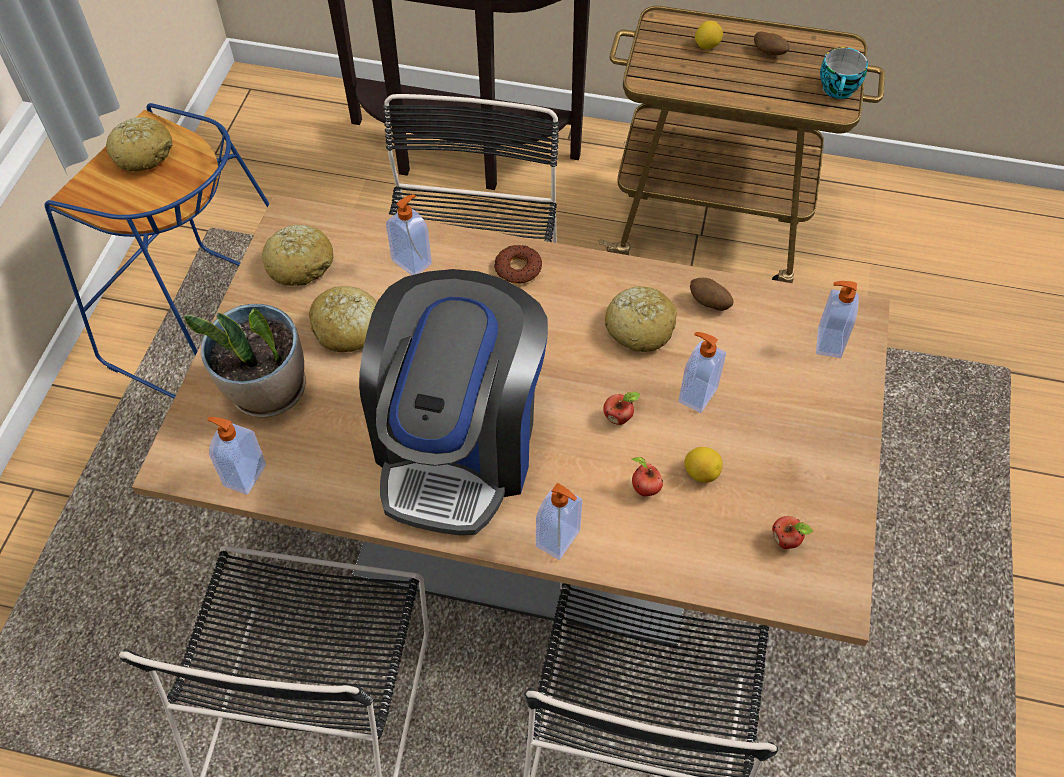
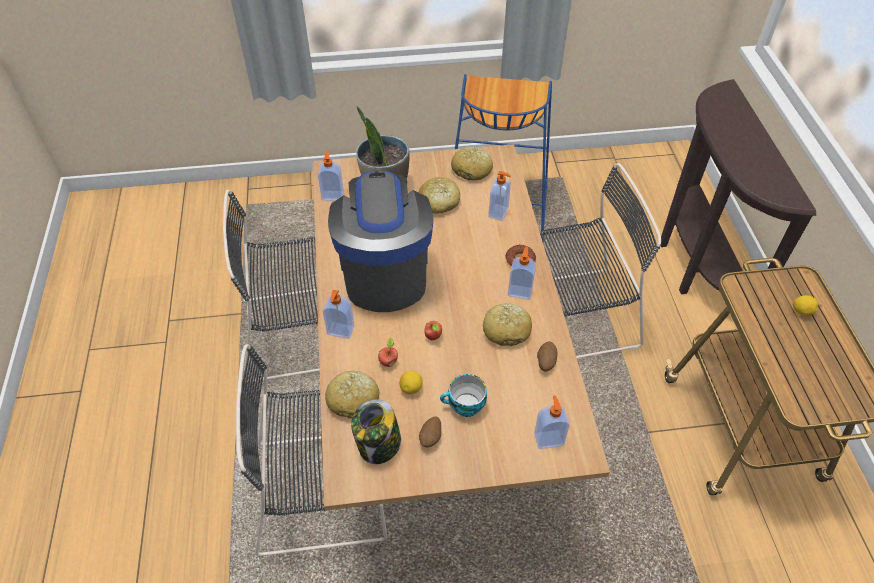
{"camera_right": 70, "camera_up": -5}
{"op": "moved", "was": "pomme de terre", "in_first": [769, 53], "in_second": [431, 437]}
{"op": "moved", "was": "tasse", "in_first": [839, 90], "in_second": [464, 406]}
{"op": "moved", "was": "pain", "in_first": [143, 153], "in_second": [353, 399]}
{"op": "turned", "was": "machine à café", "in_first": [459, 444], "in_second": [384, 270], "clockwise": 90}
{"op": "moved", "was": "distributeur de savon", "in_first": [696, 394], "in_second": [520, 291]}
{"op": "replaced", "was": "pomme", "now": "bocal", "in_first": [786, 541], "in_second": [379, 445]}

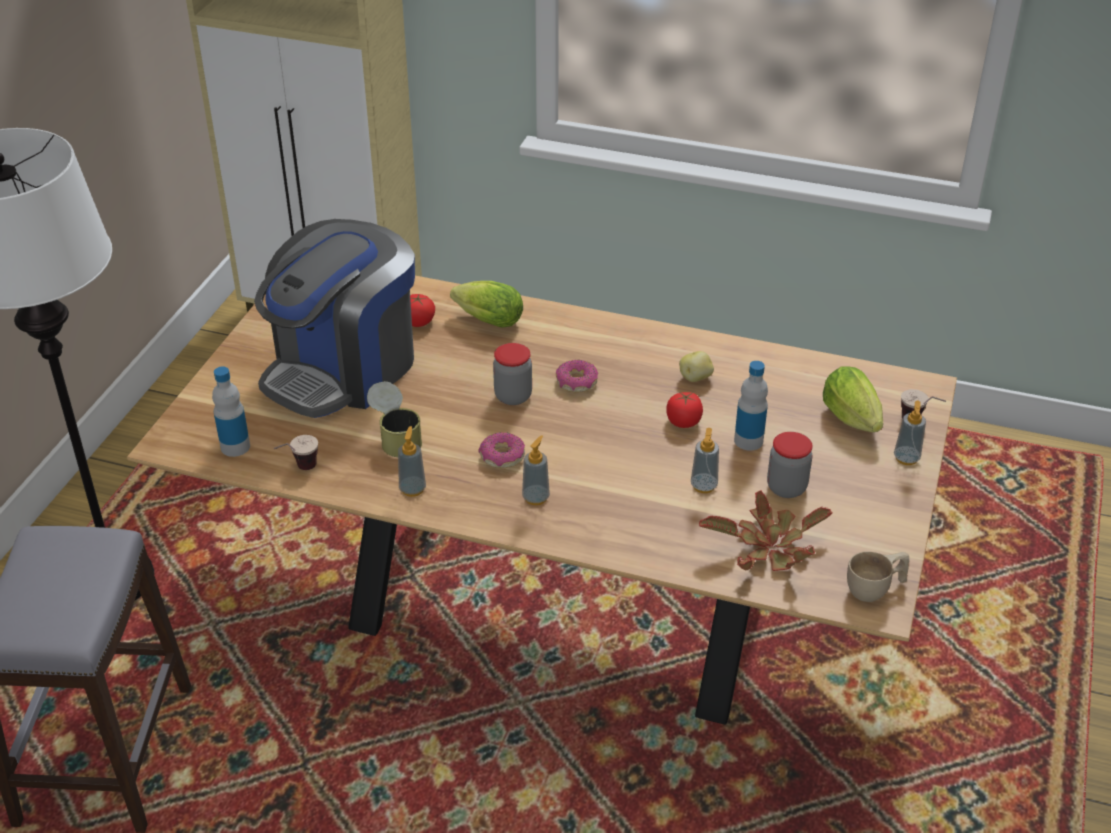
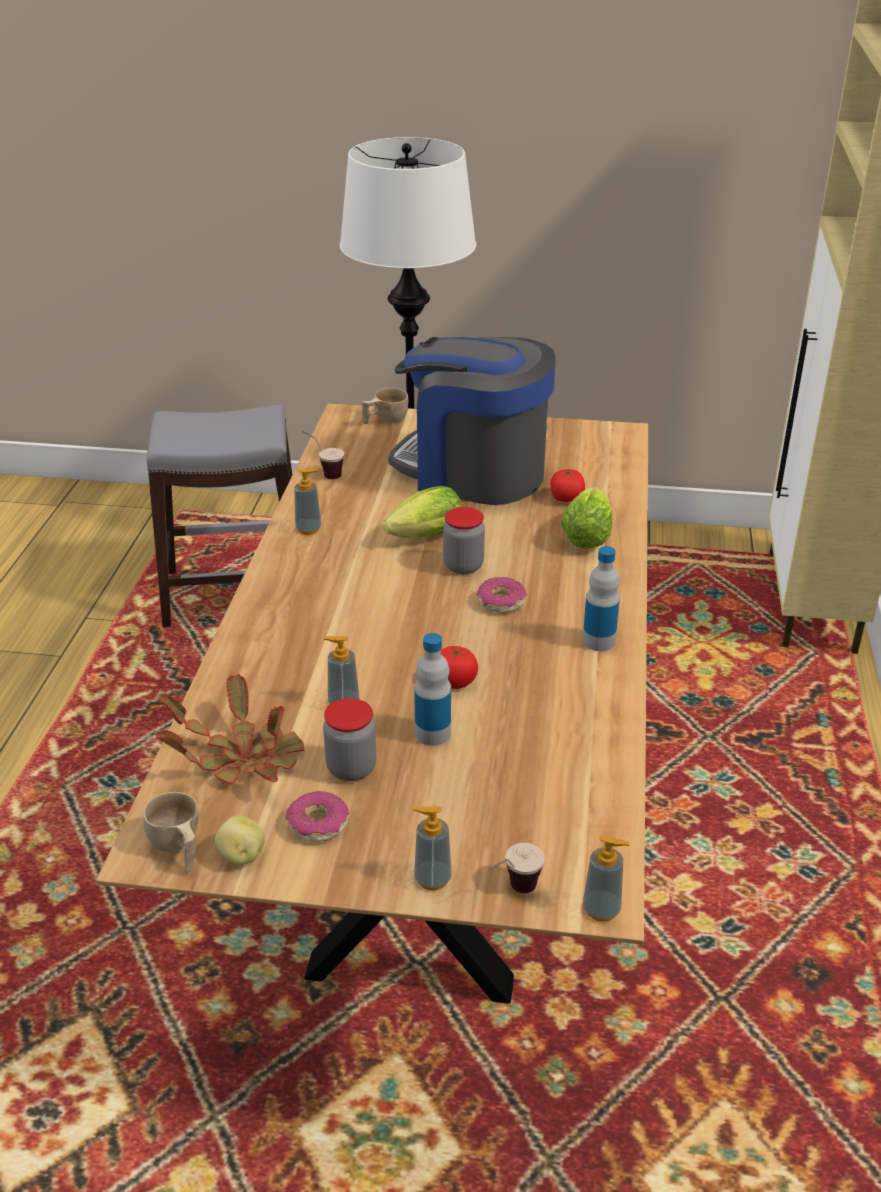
{"camera_right": 80, "camera_up": -5}
{"op": "moved", "was": "pomme de terre", "in_first": [696, 377], "in_second": [241, 855]}
{"op": "moved", "was": "bouteille", "in_first": [235, 447], "in_second": [598, 641]}
{"op": "moved", "was": "laitue", "in_first": [854, 422], "in_second": [422, 538]}
{"op": "removed", "was": "boîte métallique", "in_first": [396, 437]}
{"op": "moved", "was": "beignet", "in_first": [502, 456], "in_second": [318, 824]}
{"op": "moved", "was": "distributeur de savon", "in_first": [536, 497], "in_second": [601, 909]}
{"op": "added", "now": "tasse (beige)", "in_second": [384, 420]}

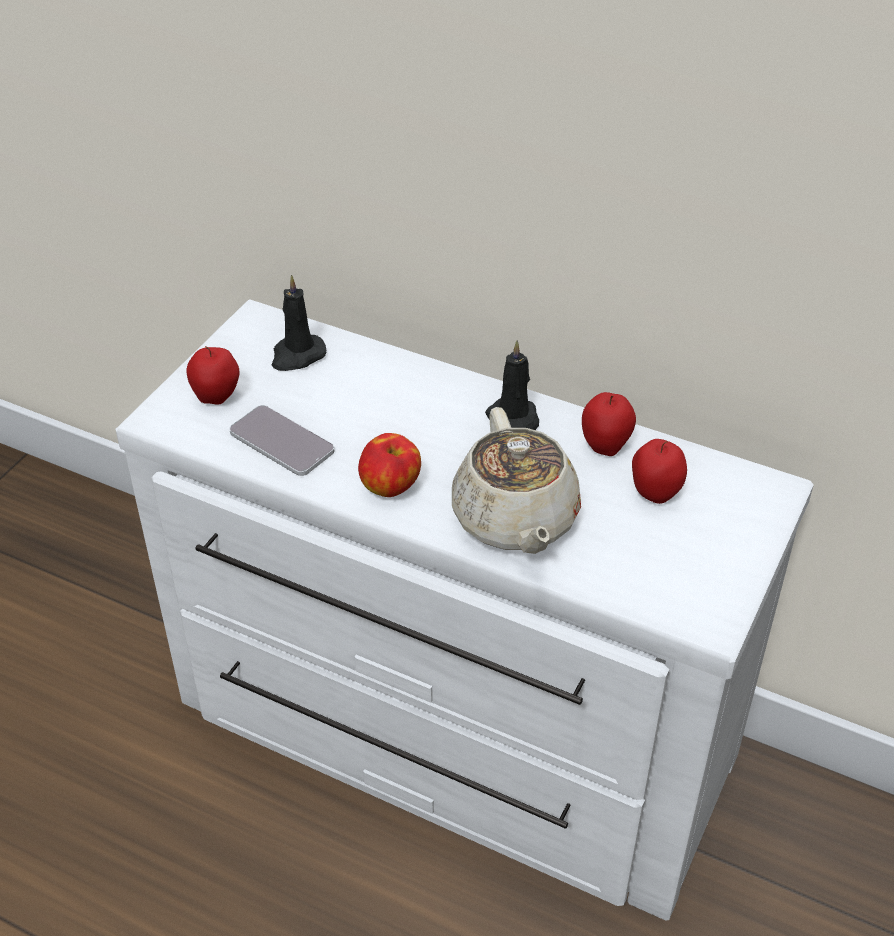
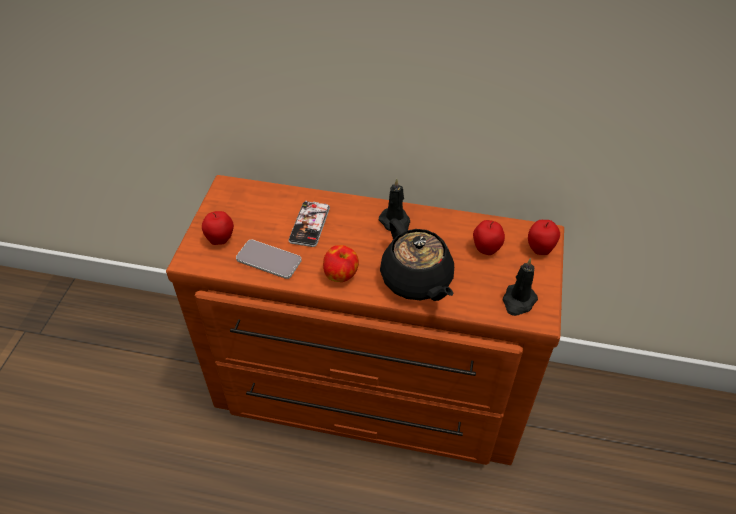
{"camera_right": -15, "camera_up": 5}
{"op": "moved", "was": "bougie (noir)", "in_first": [297, 356], "in_second": [518, 301]}
{"op": "recoloured", "was": "commode (blanc)", "now": "commode (marron)", "in_first": [448, 738], "in_second": [368, 393]}
{"op": "moved", "was": "pomme", "in_first": [605, 446], "in_second": [540, 249]}
{"op": "recoloured", "was": "théière (beige)", "now": "théière (noir)", "in_first": [515, 520], "in_second": [417, 281]}
{"op": "added", "now": "téléphone", "in_second": [309, 224]}

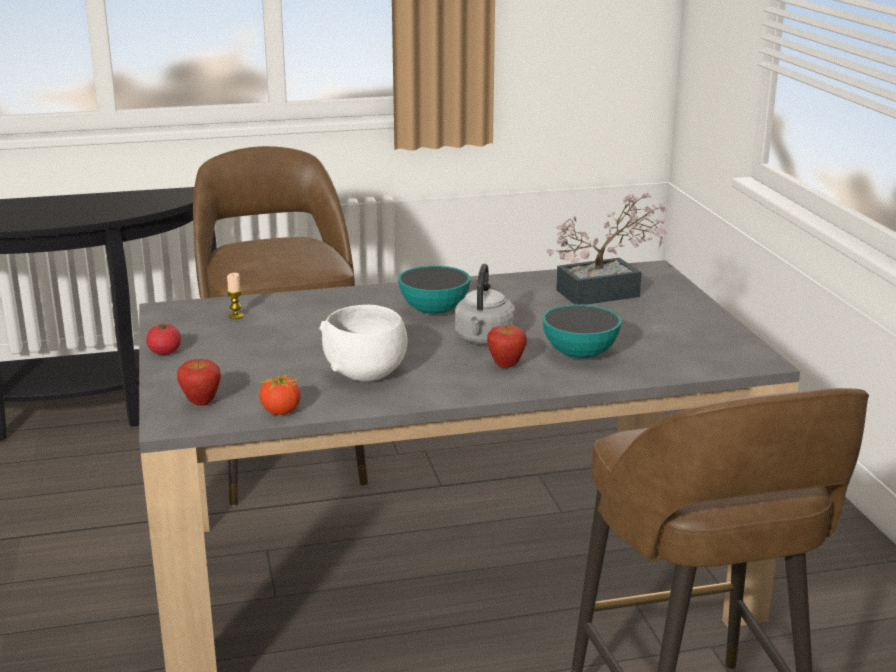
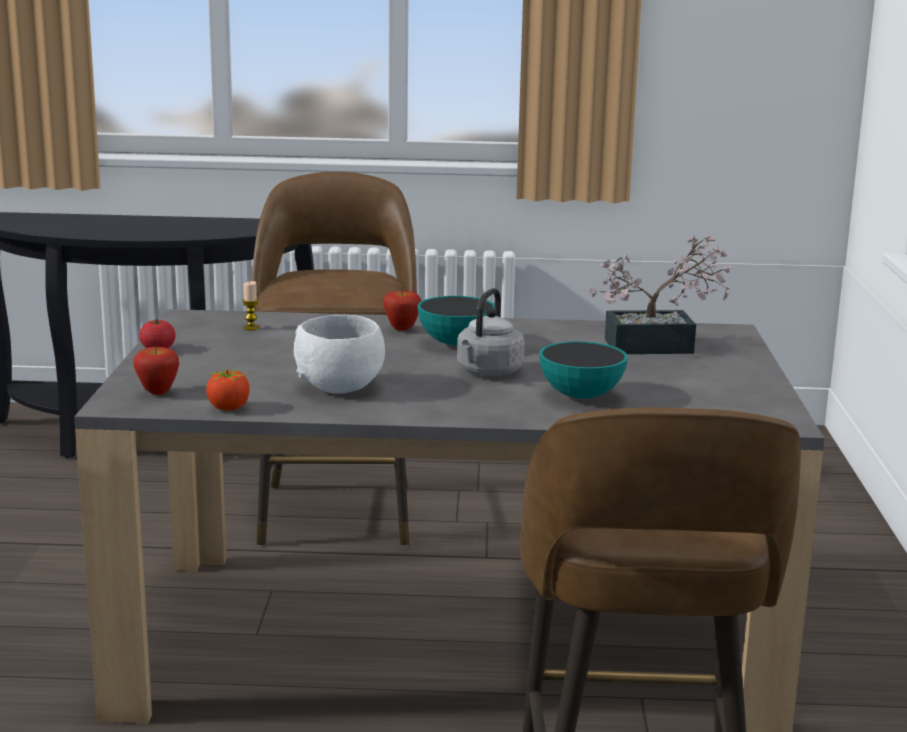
{"camera_right": 15, "camera_up": -5}
{"op": "moved", "was": "pomme", "in_first": [506, 366], "in_second": [402, 329]}

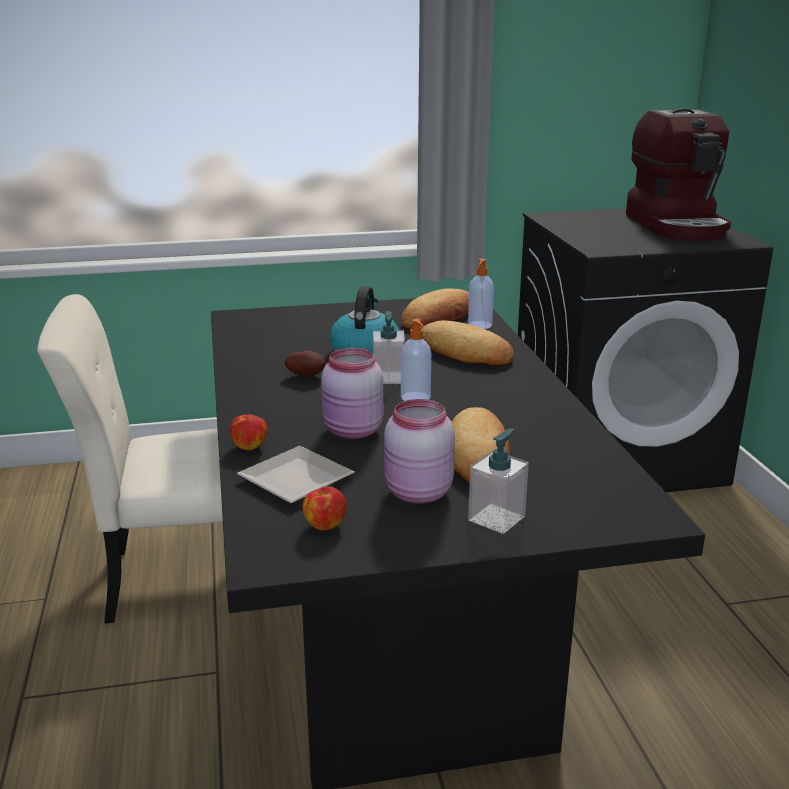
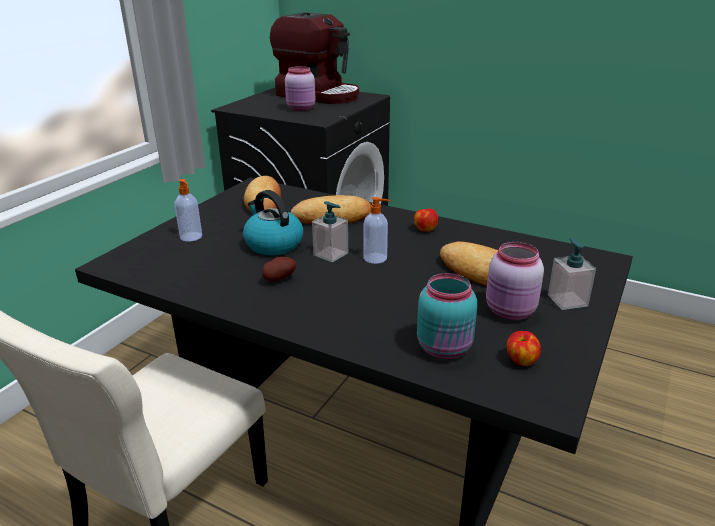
{"camera_right": -50, "camera_up": 5}
{"op": "moved", "was": "distributeur de savon", "in_first": [479, 325], "in_second": [191, 237]}
{"op": "moved", "was": "bocal (rose)", "in_first": [352, 431], "in_second": [301, 109]}
{"op": "moved", "was": "pomme", "in_first": [250, 446], "in_second": [425, 229]}
{"op": "replaced", "was": "assiette", "now": "bocal (turquoise)", "in_first": [295, 482], "in_second": [445, 348]}

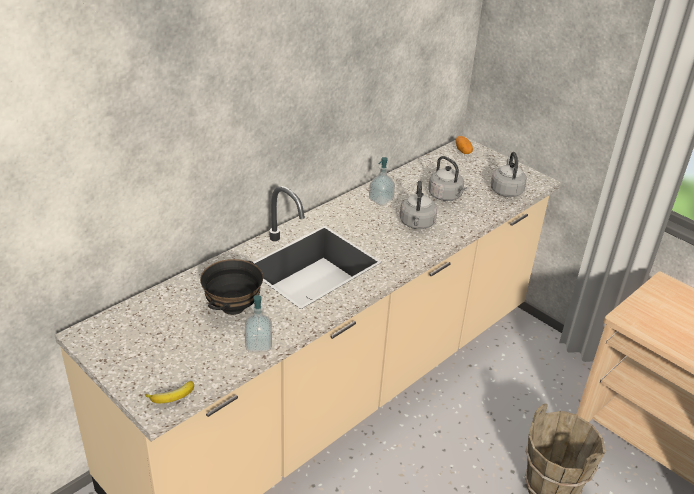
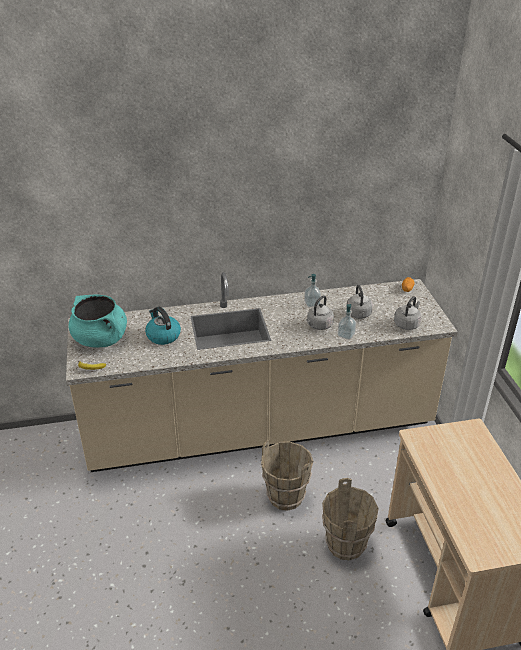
{"camera_right": 35, "camera_up": 0}
{"op": "replaced", "was": "bol (noir)", "now": "bouilloire", "in_first": [233, 307], "in_second": [163, 336]}
{"op": "moved", "was": "distributeur de savon", "in_first": [258, 344], "in_second": [346, 335]}
{"op": "added", "now": "marmite (turquoise)", "in_second": [101, 339]}
{"op": "added", "now": "seau (marron)", "in_second": [286, 496]}

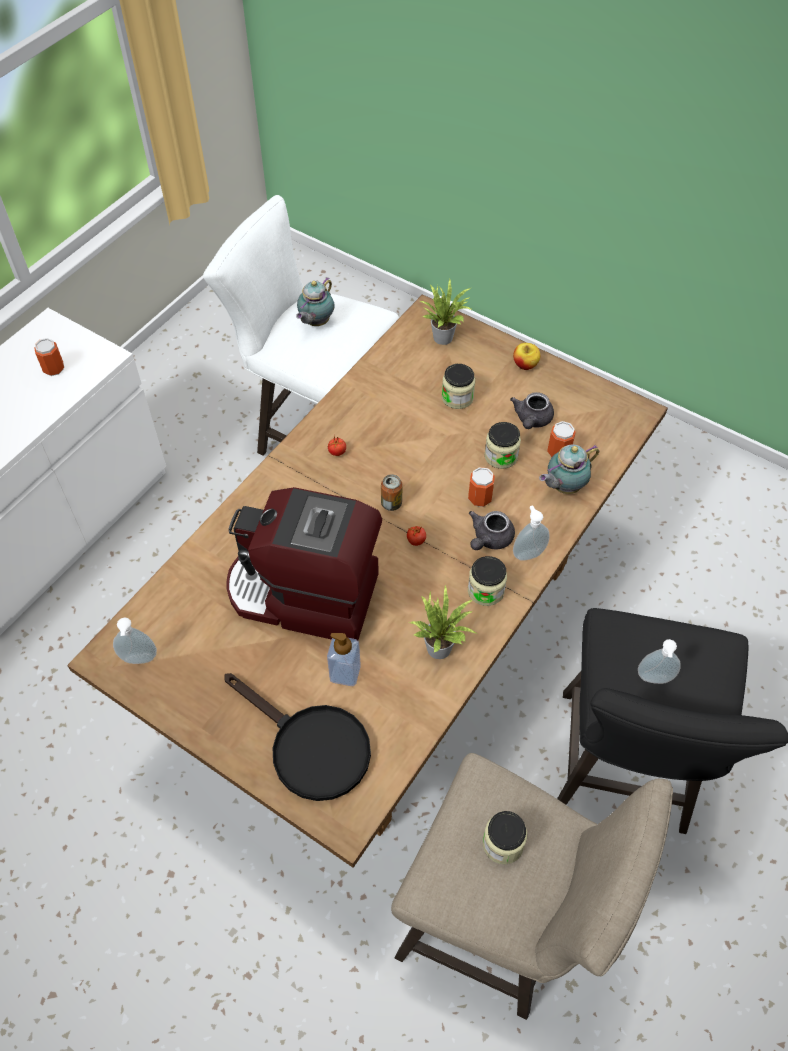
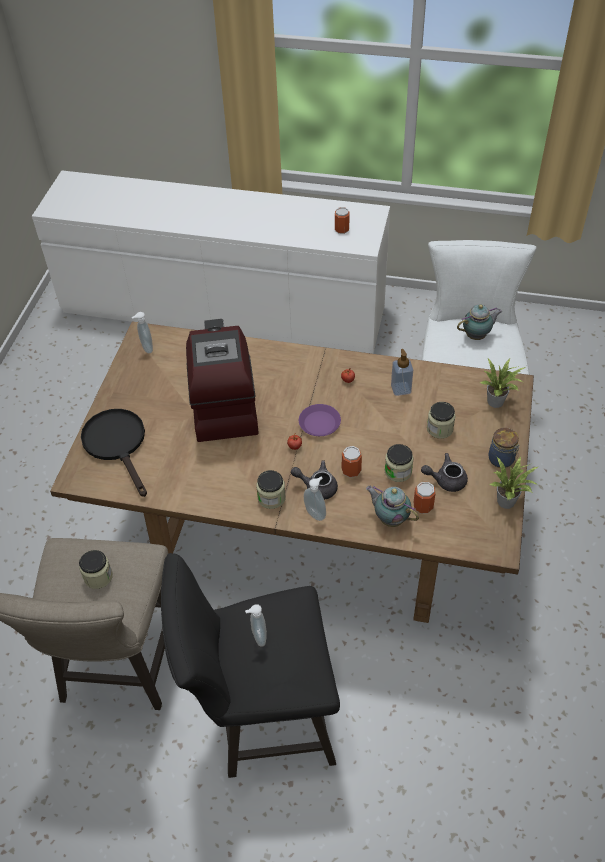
{"camera_right": 70, "camera_up": -5}
{"op": "turned", "was": "théière", "in_first": [315, 322], "in_second": [477, 336], "clockwise": 150}
{"op": "replaced", "was": "pomme", "now": "bocal", "in_first": [525, 364], "in_second": [502, 460]}
{"op": "replaced", "was": "boîte métallique", "now": "assiette (violet)", "in_first": [391, 503], "in_second": [319, 423]}
{"op": "moved", "was": "plante en pot", "in_first": [440, 645], "in_second": [508, 501]}
{"op": "moved", "was": "distributeur de savon", "in_first": [345, 673], "in_second": [401, 389]}
{"op": "turned", "was": "poêle (noir)", "in_first": [309, 746], "in_second": [118, 444], "clockwise": 135}

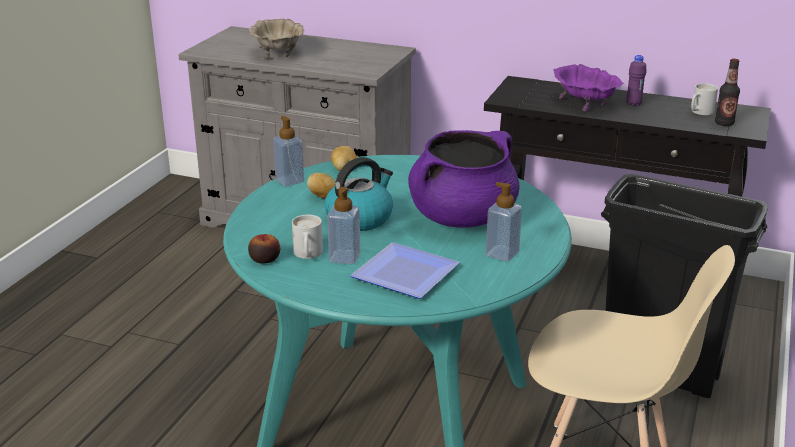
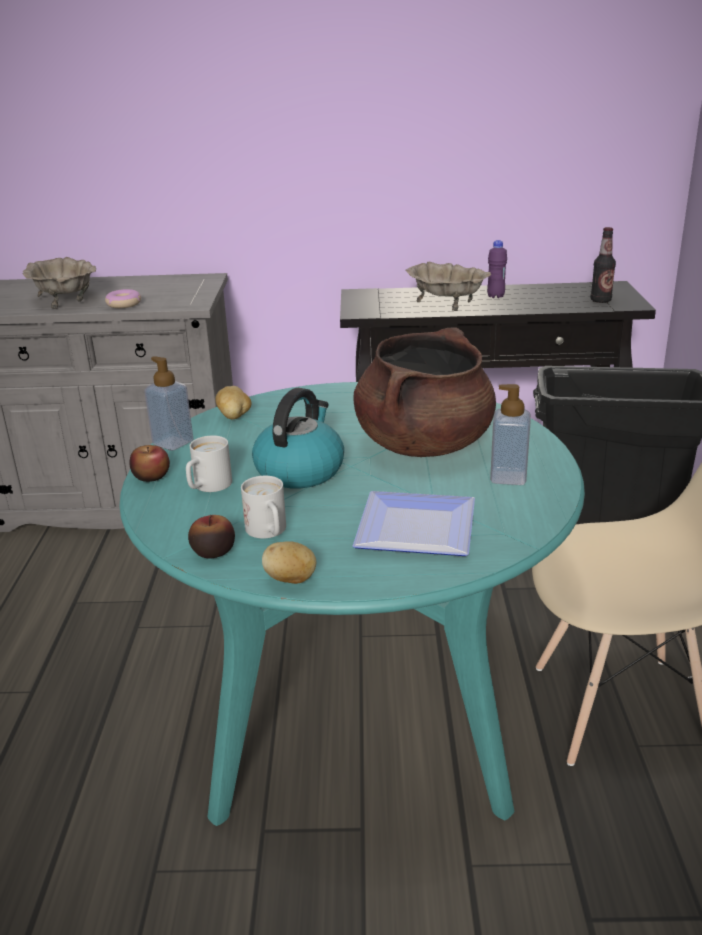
{"camera_right": -20, "camera_up": 0}
{"op": "recoloured", "was": "bol (violet)", "now": "bol (beige)", "in_first": [585, 103], "in_second": [447, 303]}
{"op": "moved", "was": "mug (blanc)", "in_first": [699, 112], "in_second": [208, 487]}
{"op": "recoloured", "was": "marmite (violet)", "now": "marmite (marron)", "in_first": [462, 217], "in_second": [424, 444]}
{"op": "moved", "was": "pomme de terre", "in_first": [323, 196], "in_second": [291, 580]}
{"op": "removed", "was": "distributeur de savon", "in_first": [344, 257]}
{"op": "added", "now": "beignet", "in_second": [124, 304]}
{"op": "added", "now": "pomme", "in_second": [151, 476]}

